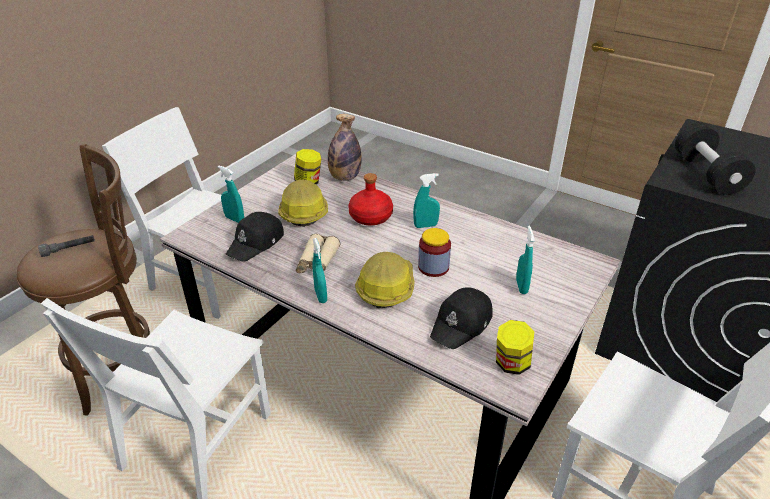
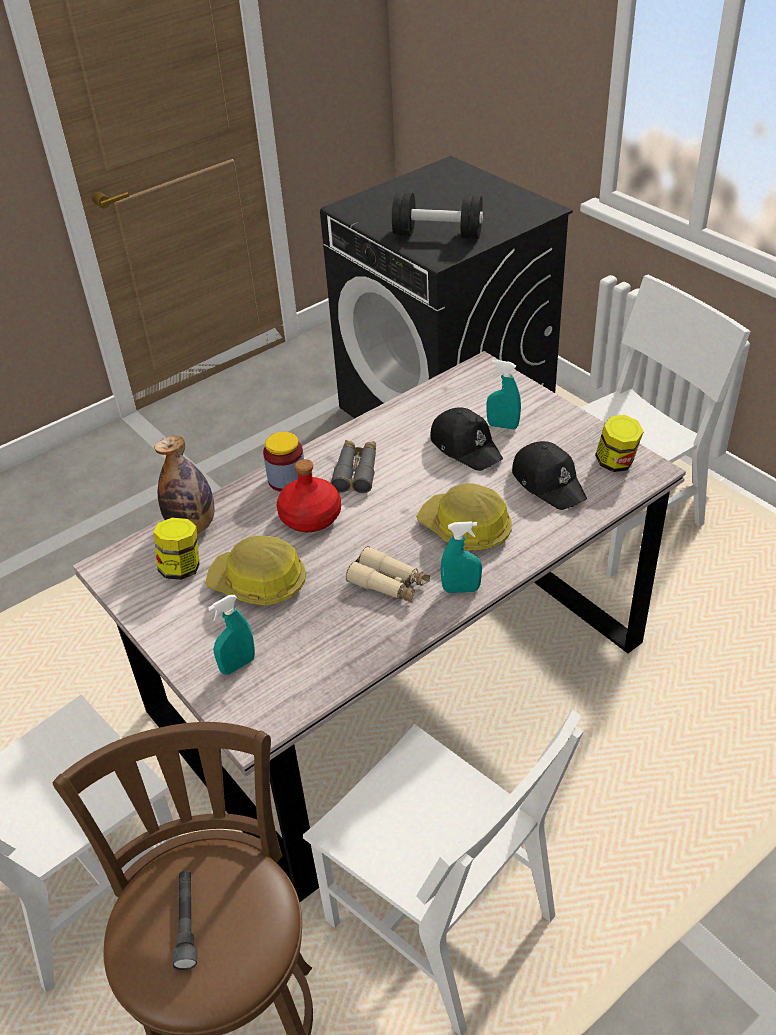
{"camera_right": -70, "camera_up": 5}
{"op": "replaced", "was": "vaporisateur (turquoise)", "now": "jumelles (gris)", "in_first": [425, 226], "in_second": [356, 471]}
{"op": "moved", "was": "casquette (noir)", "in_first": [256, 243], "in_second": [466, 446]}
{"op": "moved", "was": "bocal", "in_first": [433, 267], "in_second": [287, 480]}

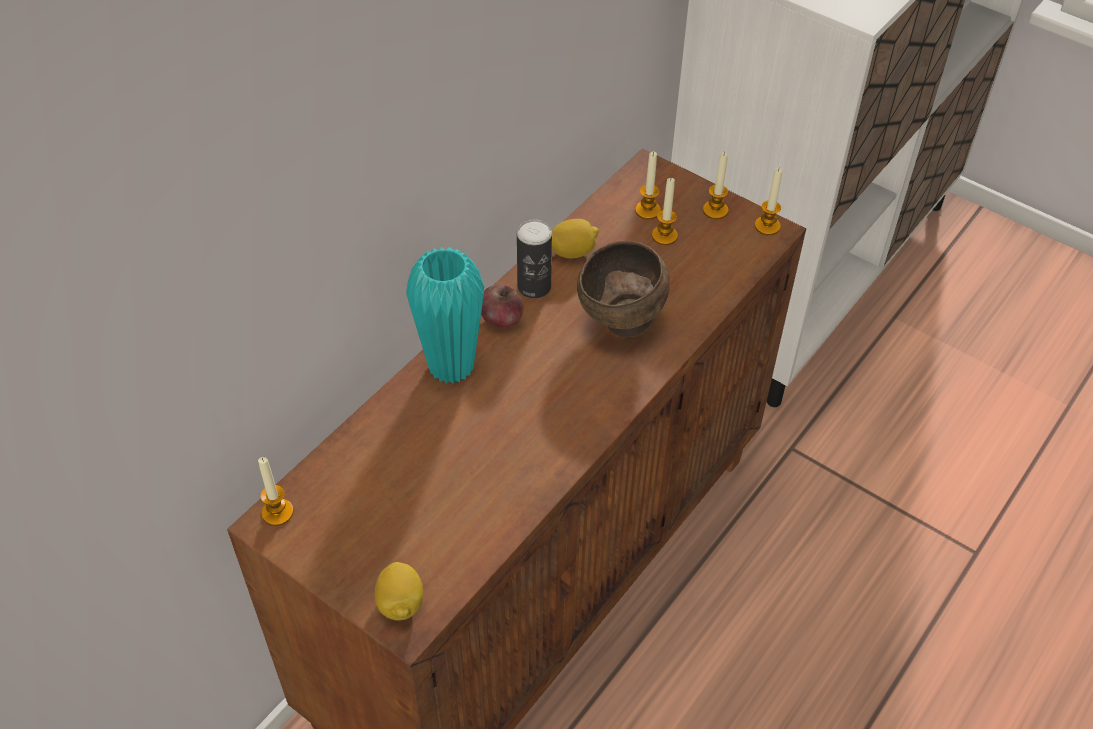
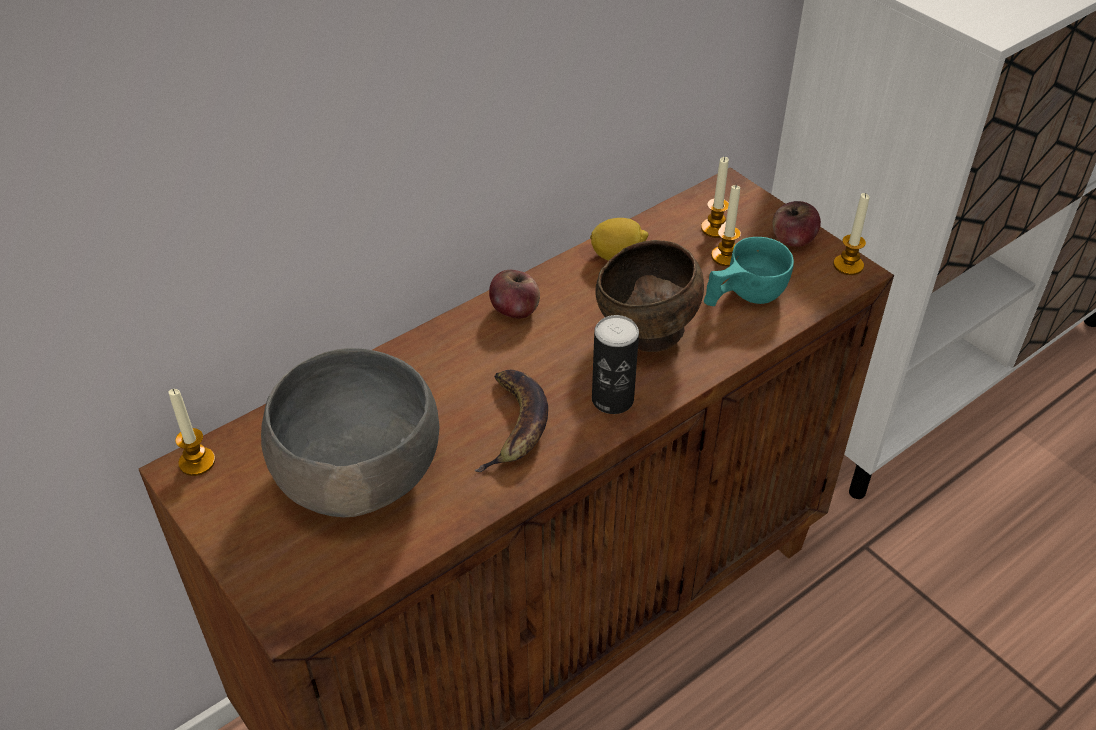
{"camera_right": 15, "camera_up": -5}
{"op": "replaced", "was": "bougie", "now": "pomme", "in_first": [715, 210], "in_second": [792, 240]}
{"op": "moved", "was": "boîte métallique", "in_first": [534, 287], "in_second": [612, 399]}
{"op": "removed", "was": "vase (turquoise)", "in_first": [451, 366]}
{"op": "removed", "was": "citron", "in_first": [400, 604]}
{"op": "added", "now": "tasse (turquoise)", "in_second": [743, 296]}
{"op": "added", "now": "bol (gris)", "in_second": [357, 475]}
{"op": "added", "now": "banane", "in_second": [514, 425]}

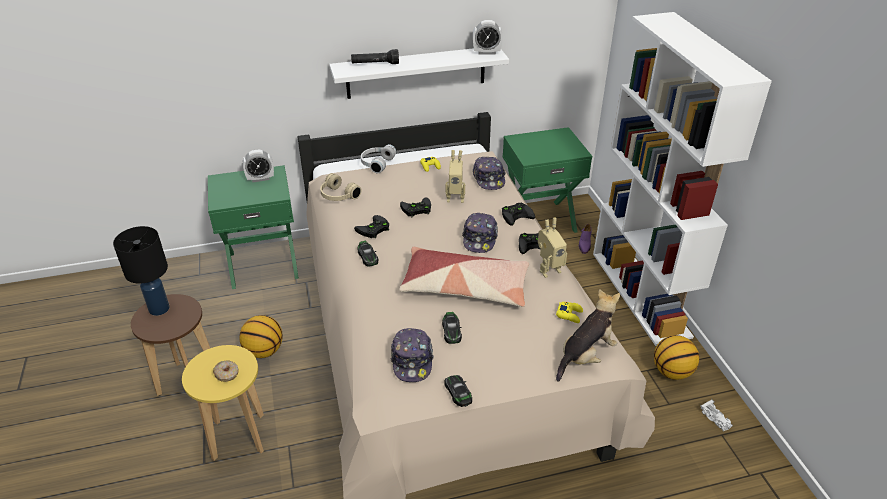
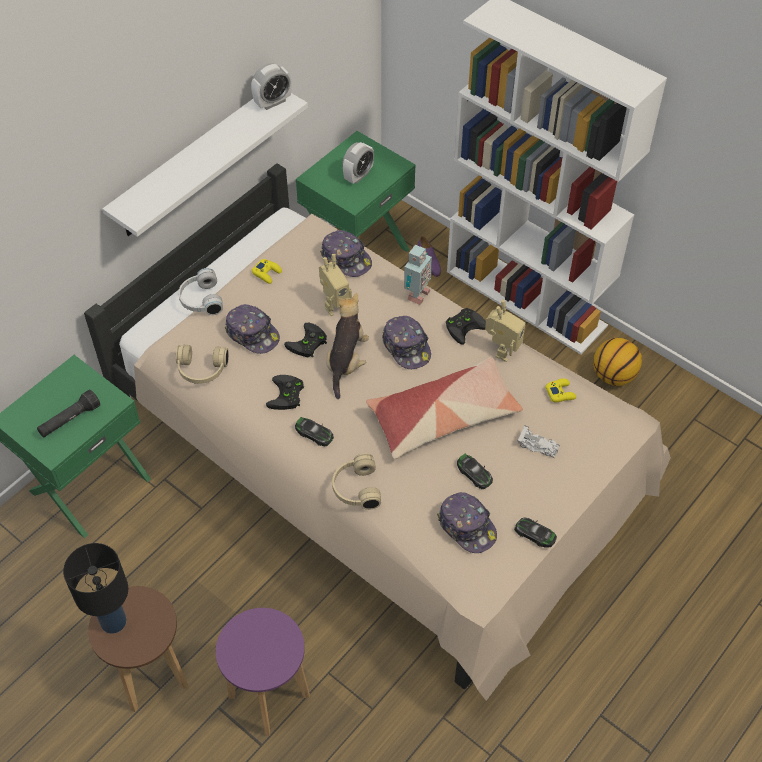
{"camera_right": -35, "camera_up": 15}
{"op": "moved", "was": "lampe de poche (noir)", "in_first": [375, 64], "in_second": [69, 420]}
{"op": "moved", "was": "réveil", "in_first": [260, 178], "in_second": [358, 176]}
{"op": "replaced", "was": "manette (noir)", "now": "robot jouet", "in_first": [517, 215], "in_second": [416, 295]}
{"op": "moved", "was": "peluche", "in_first": [585, 356], "in_second": [346, 361]}
{"op": "removed", "was": "ballon de basket", "in_first": [264, 351]}
{"op": "recoloured", "was": "tabouret (jaune)", "now": "tabouret (violet)", "in_first": [238, 436], "in_second": [268, 696]}
{"op": "removed", "was": "beignet", "in_first": [227, 374]}
{"op": "moved", "was": "petite voiture (blanc)", "in_first": [716, 418], "in_second": [538, 445]}
{"op": "added", "now": "casquette", "in_second": [252, 334]}
{"op": "added", "now": "casque audio (beige)", "in_second": [355, 488]}

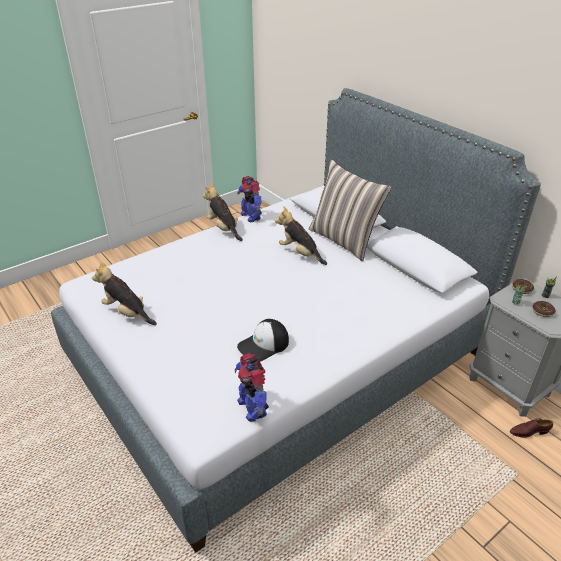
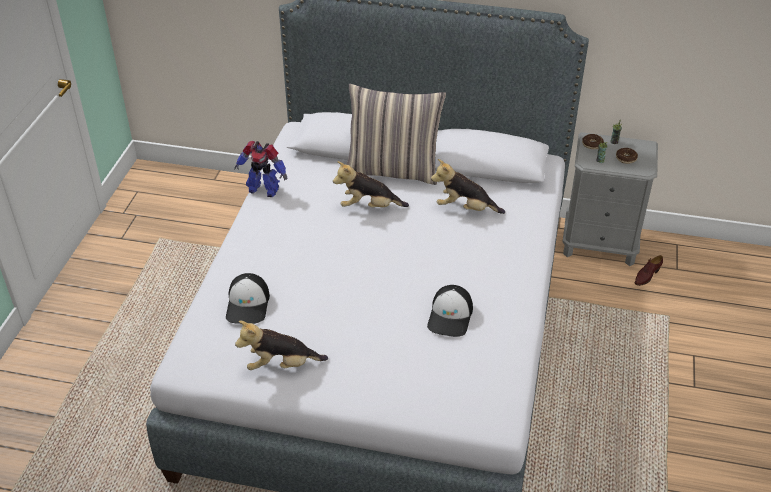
{"camera_right": -40, "camera_up": 5}
{"op": "moved", "was": "peluche", "in_first": [224, 229], "in_second": [465, 208]}
{"op": "removed", "was": "robot jouet", "in_first": [252, 407]}
{"op": "added", "now": "casquette", "in_second": [248, 304]}

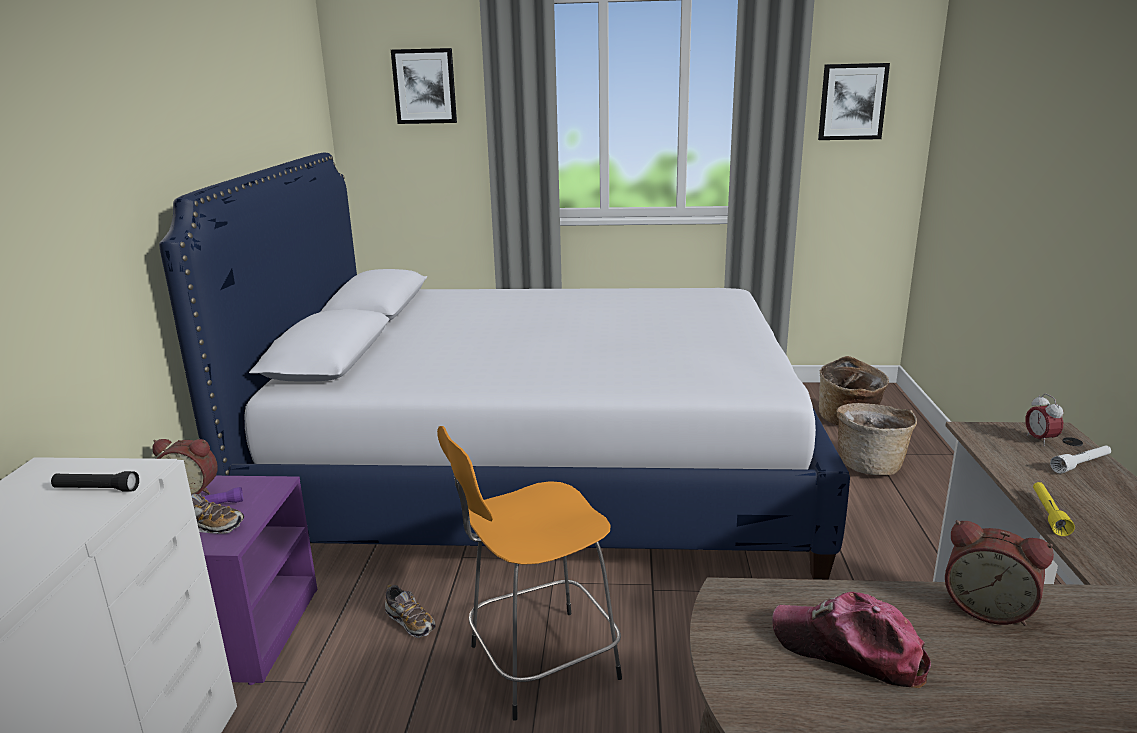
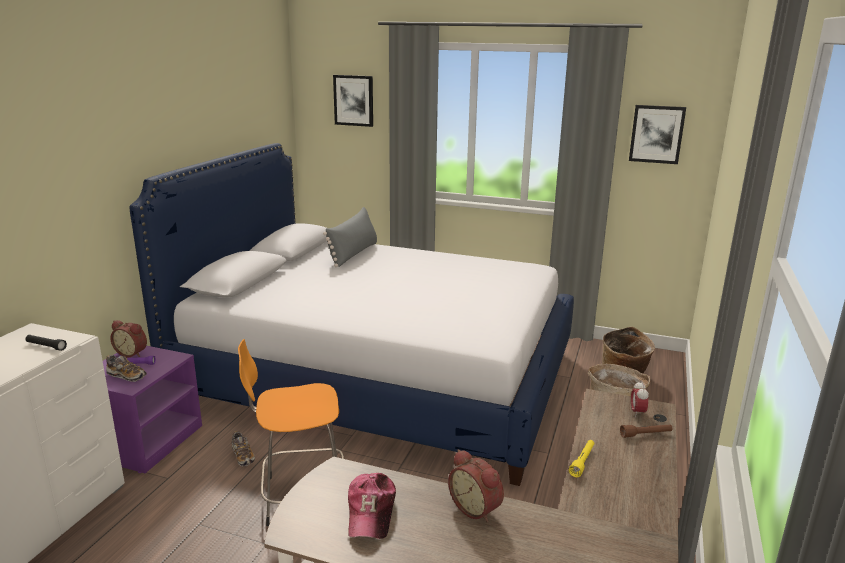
{"camera_right": 15, "camera_up": 0}
{"op": "recoloured", "was": "lampe de poche (blanc)", "now": "lampe de poche (marron)", "in_first": [1081, 464], "in_second": [646, 434]}
{"op": "turned", "was": "casquette", "in_first": [849, 650], "in_second": [371, 512], "clockwise": -135}
{"op": "added", "now": "coussin (gris)", "in_second": [353, 254]}

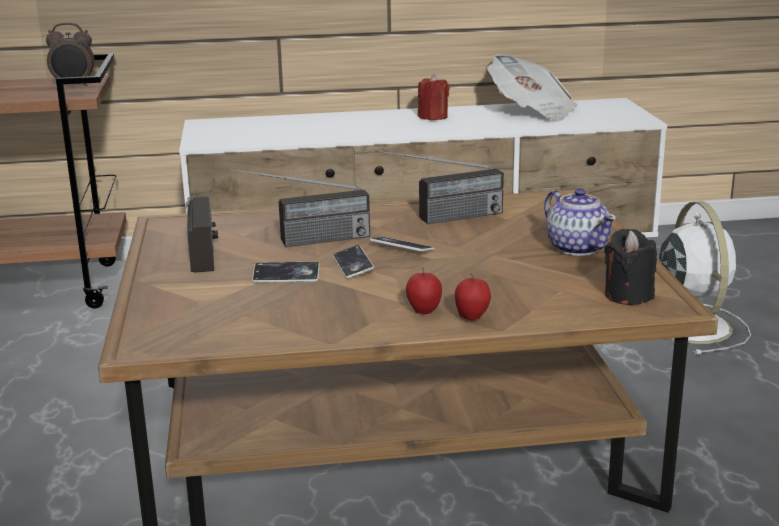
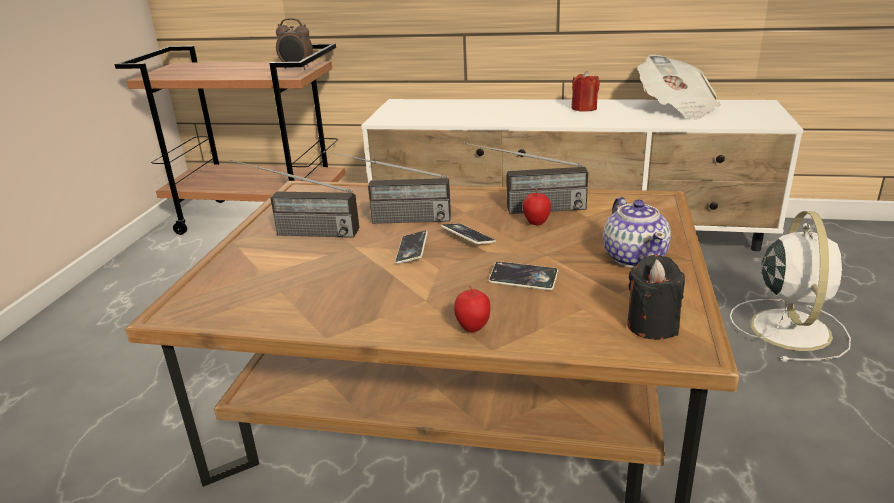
{"camera_right": 20, "camera_up": 5}
{"op": "turned", "was": "radio", "in_first": [205, 264], "in_second": [296, 232], "clockwise": 90}
{"op": "moved", "was": "téléphone", "in_first": [286, 276], "in_second": [523, 280]}
{"op": "moved", "was": "pomme", "in_first": [424, 312], "in_second": [536, 223]}

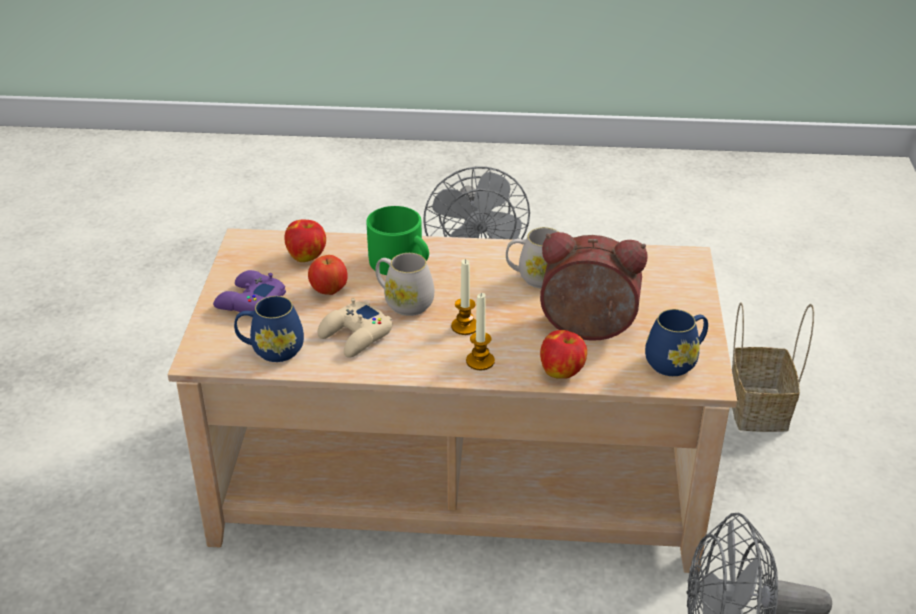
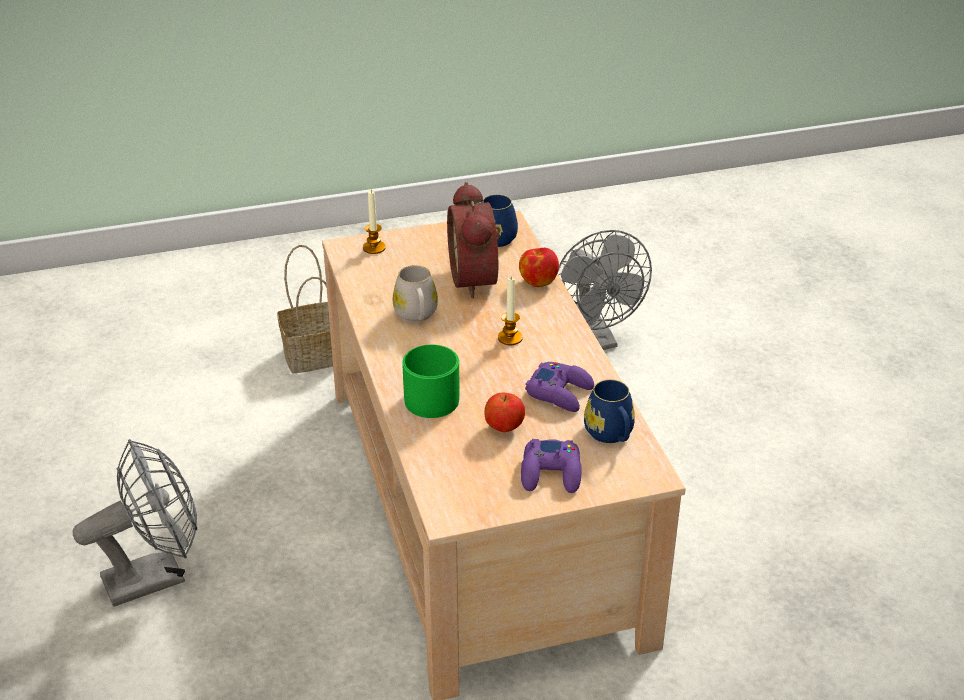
{"camera_right": -110, "camera_up": 0}
{"op": "removed", "was": "pomme", "in_first": [307, 256]}
{"op": "removed", "was": "mug (blanc)", "in_first": [403, 302]}
{"op": "moved", "was": "bougie", "in_first": [480, 361], "in_second": [374, 248]}
{"op": "recoloured", "was": "manette (beige)", "now": "manette (violet)", "in_first": [355, 336], "in_second": [560, 392]}

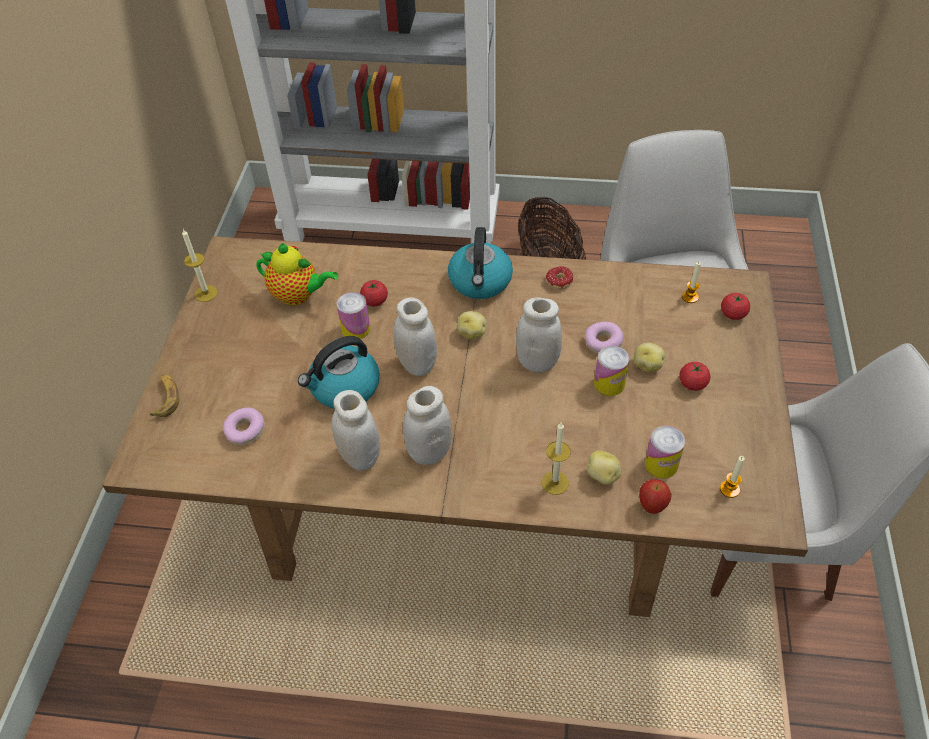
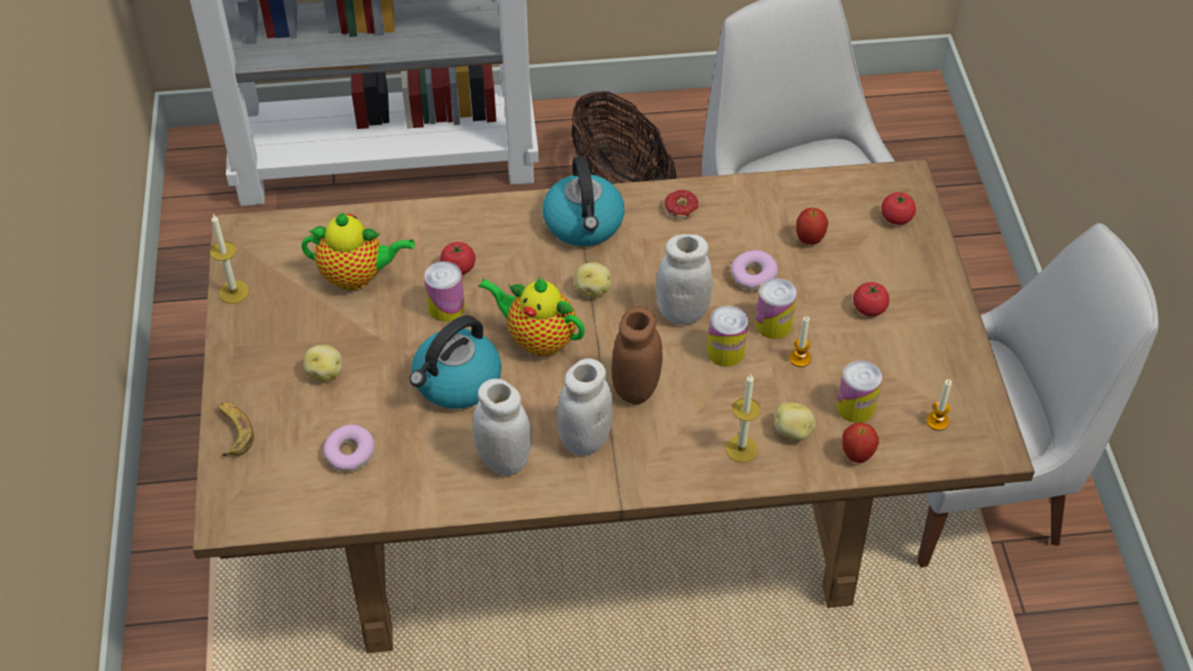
{"camera_right": -15, "camera_up": 0}
{"op": "moved", "was": "bougie", "in_first": [690, 297], "in_second": [800, 358]}
{"op": "replaced", "was": "bocal (blanc)", "now": "théière", "in_first": [417, 364], "in_second": [537, 339]}
{"op": "moved", "was": "pomme de terre", "in_first": [647, 365], "in_second": [325, 372]}
{"op": "added", "now": "pomme", "in_second": [809, 240]}
{"op": "added", "now": "boîte métallique", "in_second": [725, 352]}
{"op": "added", "now": "bocal (marron)", "in_second": [636, 388]}

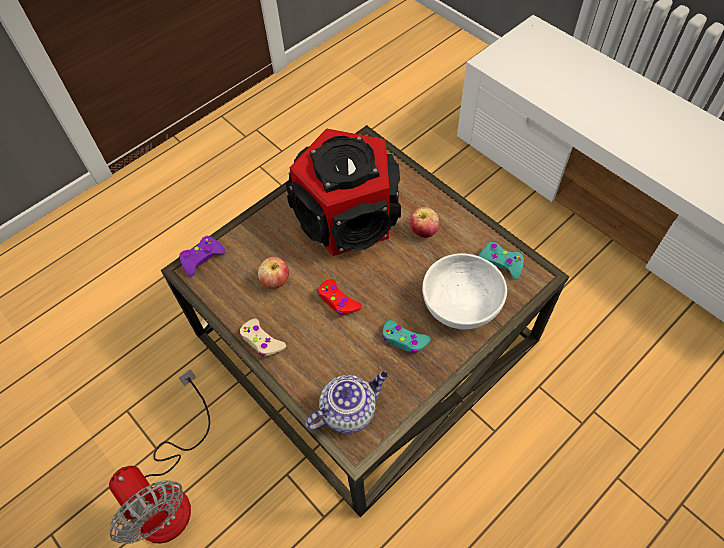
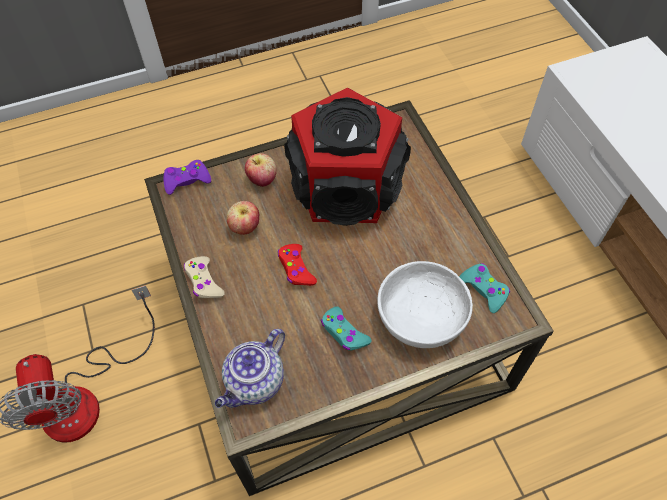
{"camera_right": 20, "camera_up": 0}
{"op": "moved", "was": "pomme", "in_first": [423, 231], "in_second": [262, 180]}
{"op": "turned", "was": "théière", "in_first": [349, 410], "in_second": [255, 383], "clockwise": 135}

